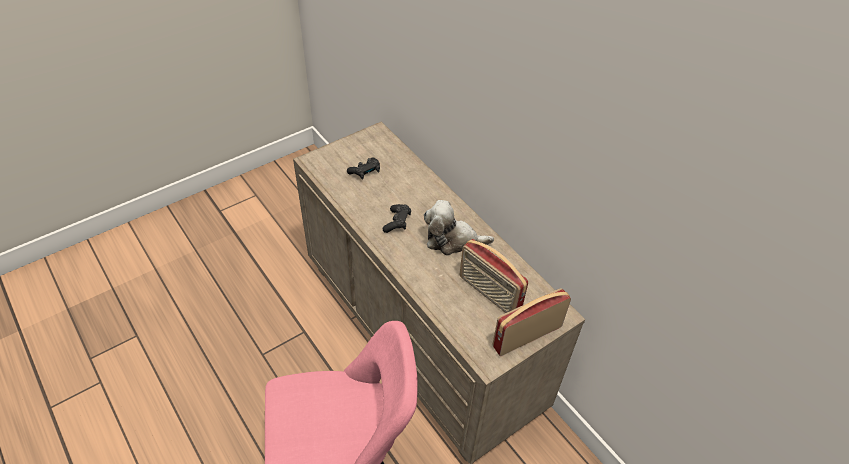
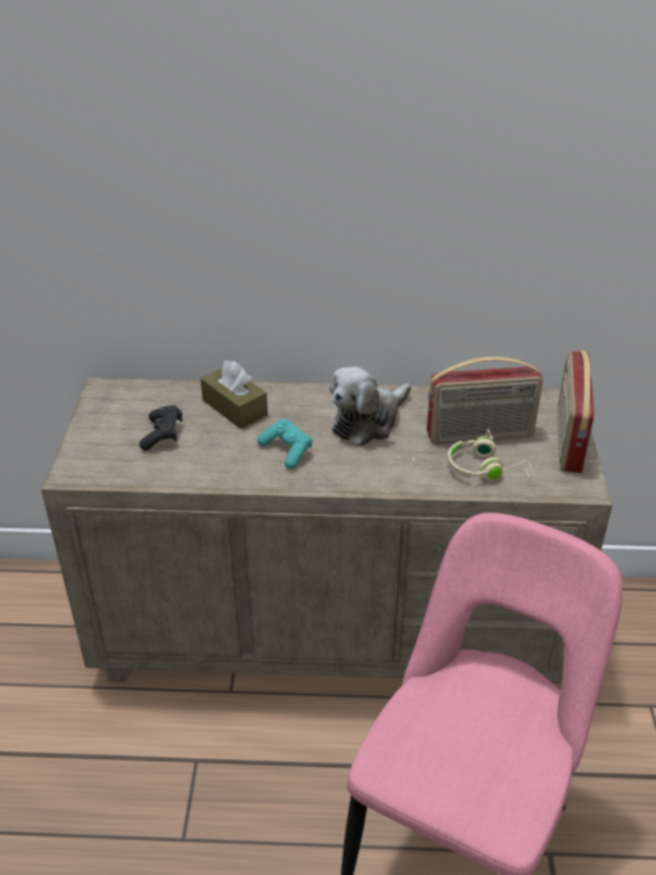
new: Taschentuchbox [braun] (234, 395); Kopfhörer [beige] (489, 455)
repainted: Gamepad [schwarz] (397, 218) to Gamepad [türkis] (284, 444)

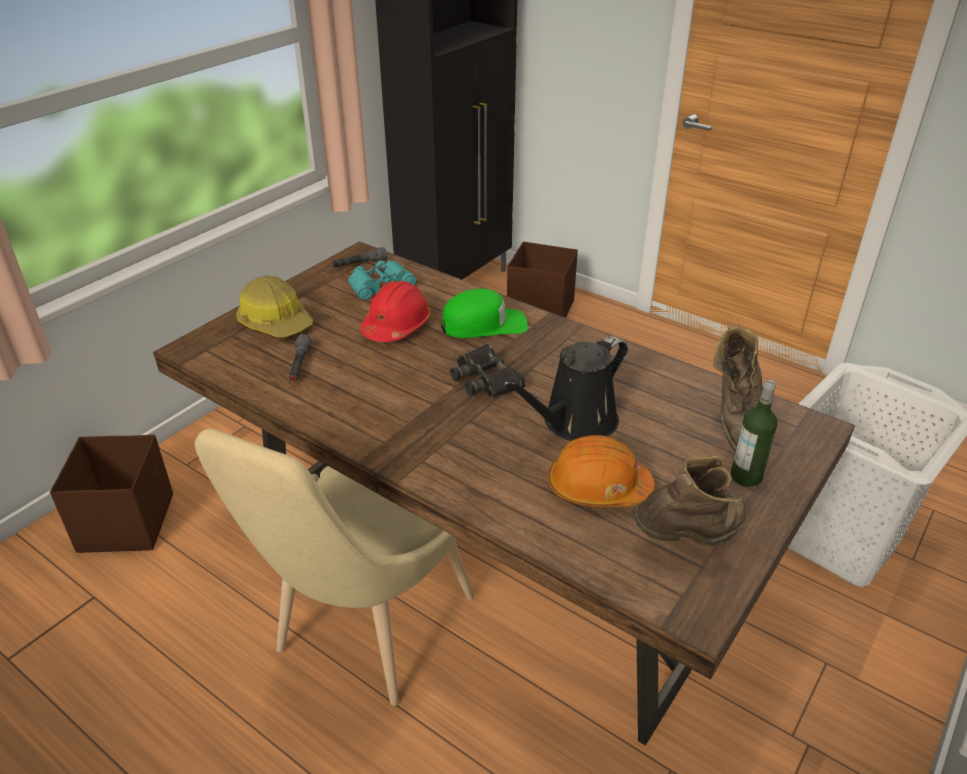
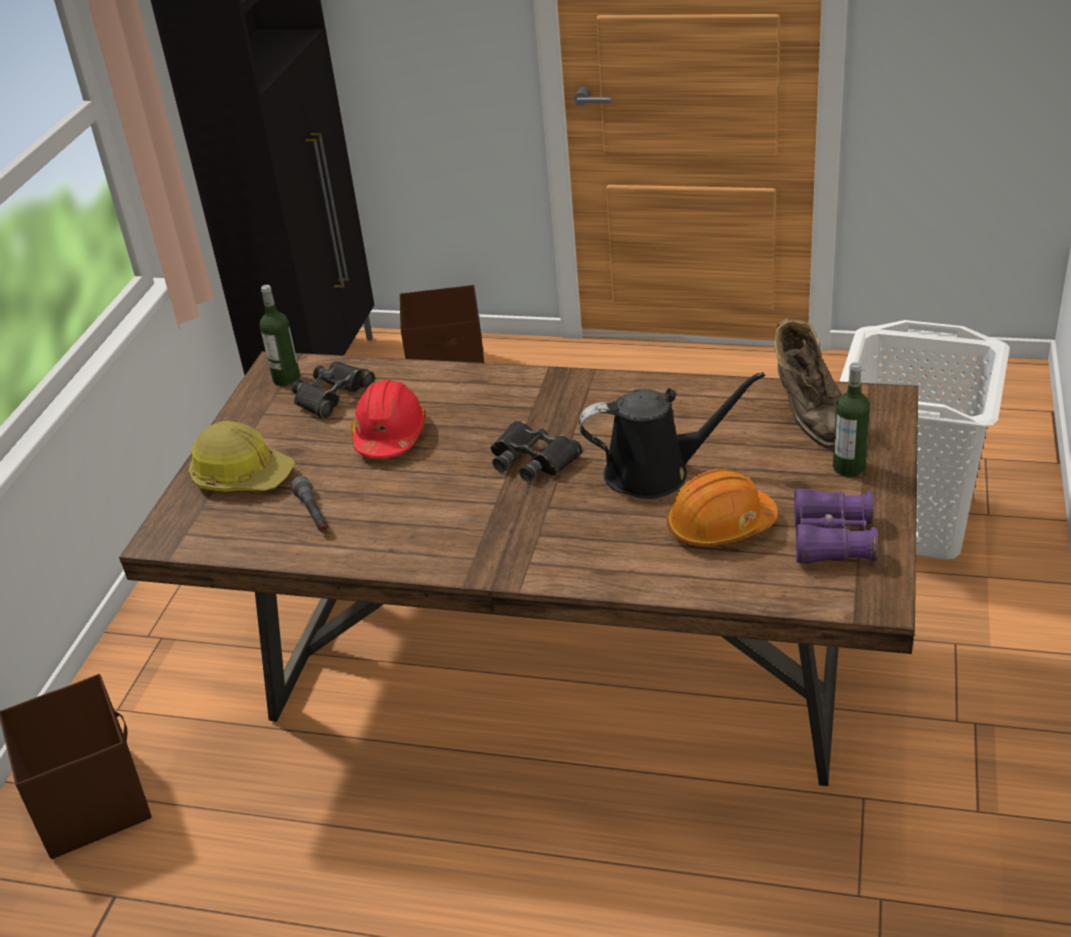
gone: Kappe [grün] (484, 313); Stuhl [beige] (334, 567)
swapped: Taschenlampe [grau] (359, 257) to Flasche (280, 335); Stiefel [braun] (689, 500) to Fernglas [lila] (836, 526)
repainted: Fernglas [türkis] (382, 280) to Fernglas [schwarz] (333, 390)
rotated: Gießkanne [schwarz] (565, 388) = (672, 435) 120 degrees counterclockwise

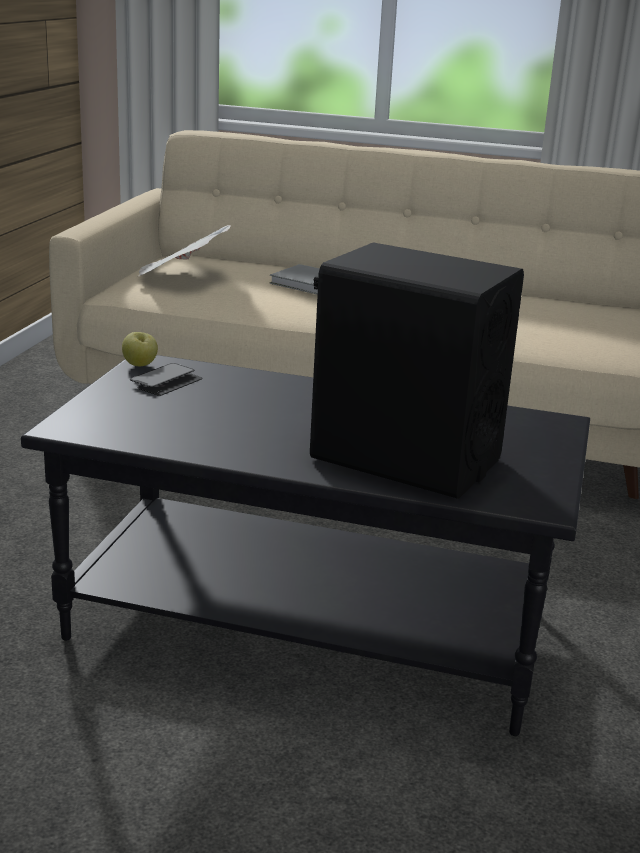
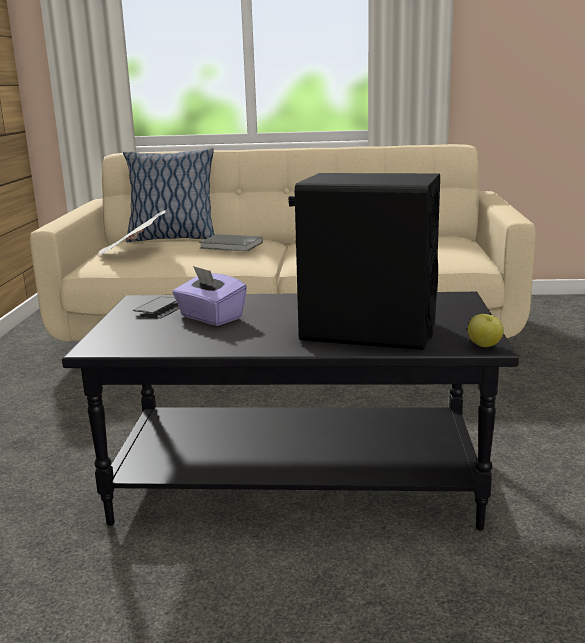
new: Kissen (169, 195); Taschentuchbox [lila] (210, 296)
shifted: Apfel (140, 349) to (486, 330)

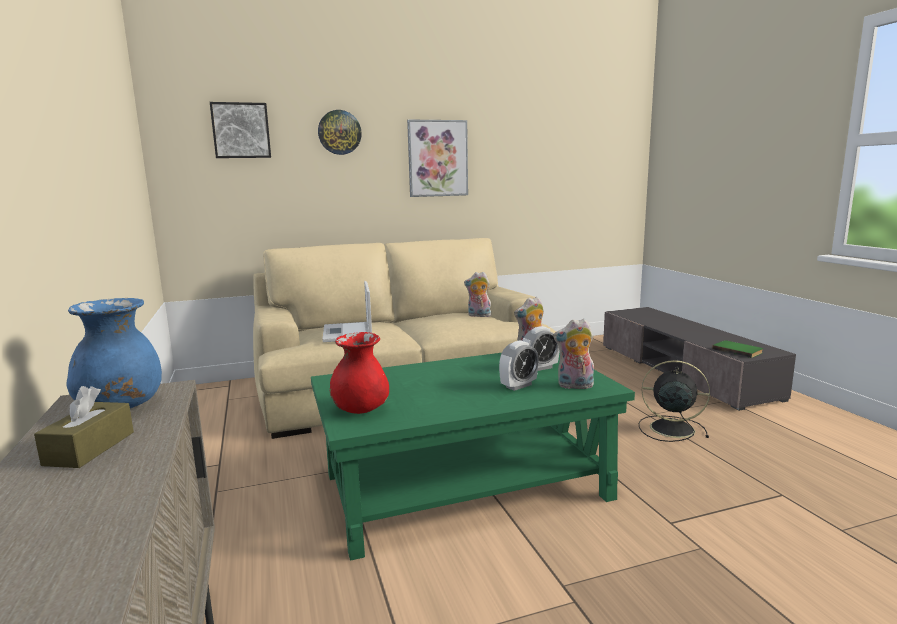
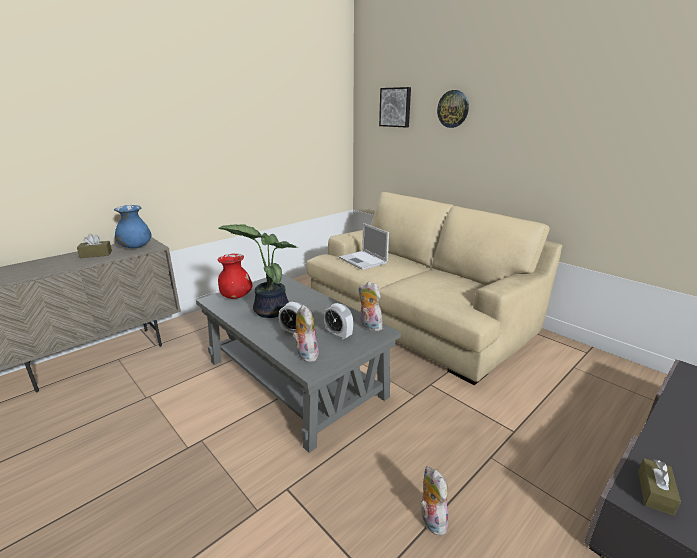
gone: Bild (437, 158); Ventilator [schwarz] (674, 401)
new: Topfpflanze (258, 271)
shifted: Plüschtier (477, 294) to (434, 500)
swapped: Buch [grün] (737, 349) to Taschentuchbox [braun] (659, 487)
repainted: Couchtisch [grün] (473, 456) to Couchtisch [grau] (298, 363)
rotated: Laptop (347, 311) = (364, 246) 90 degrees counterclockwise

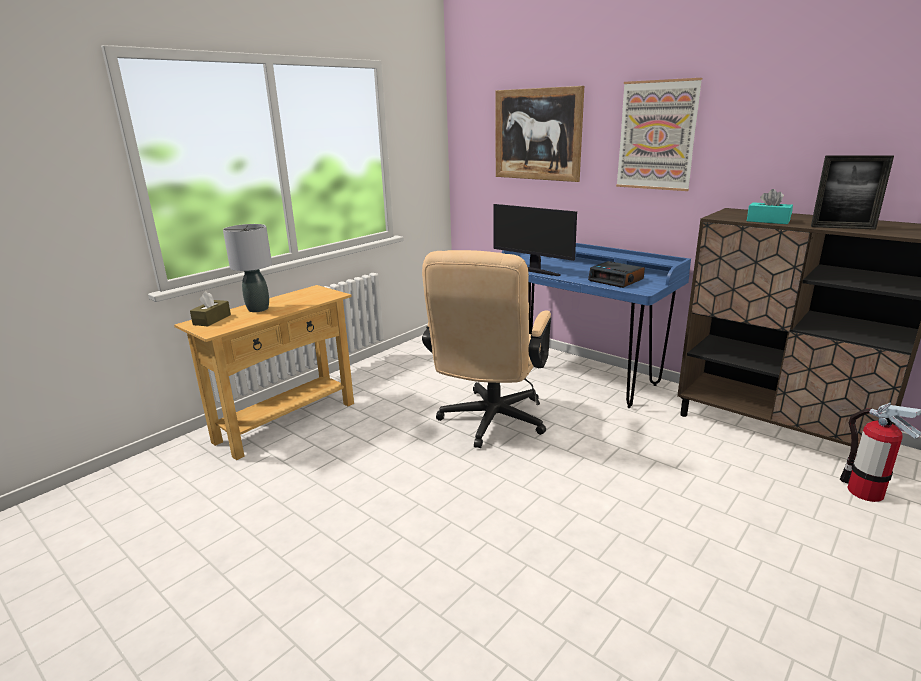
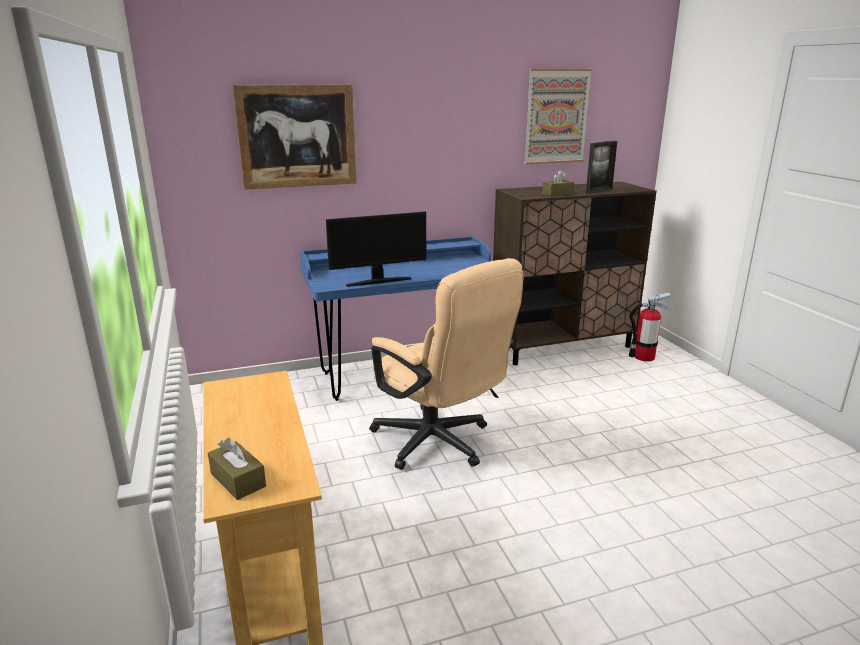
gone: Tischlampe [grau] (247, 268); Wecker (616, 274)
shifted: Bild (659, 134) to (558, 116)
repainted: Taschentuchbox [türkis] (770, 206) to Taschentuchbox [braun] (558, 183)

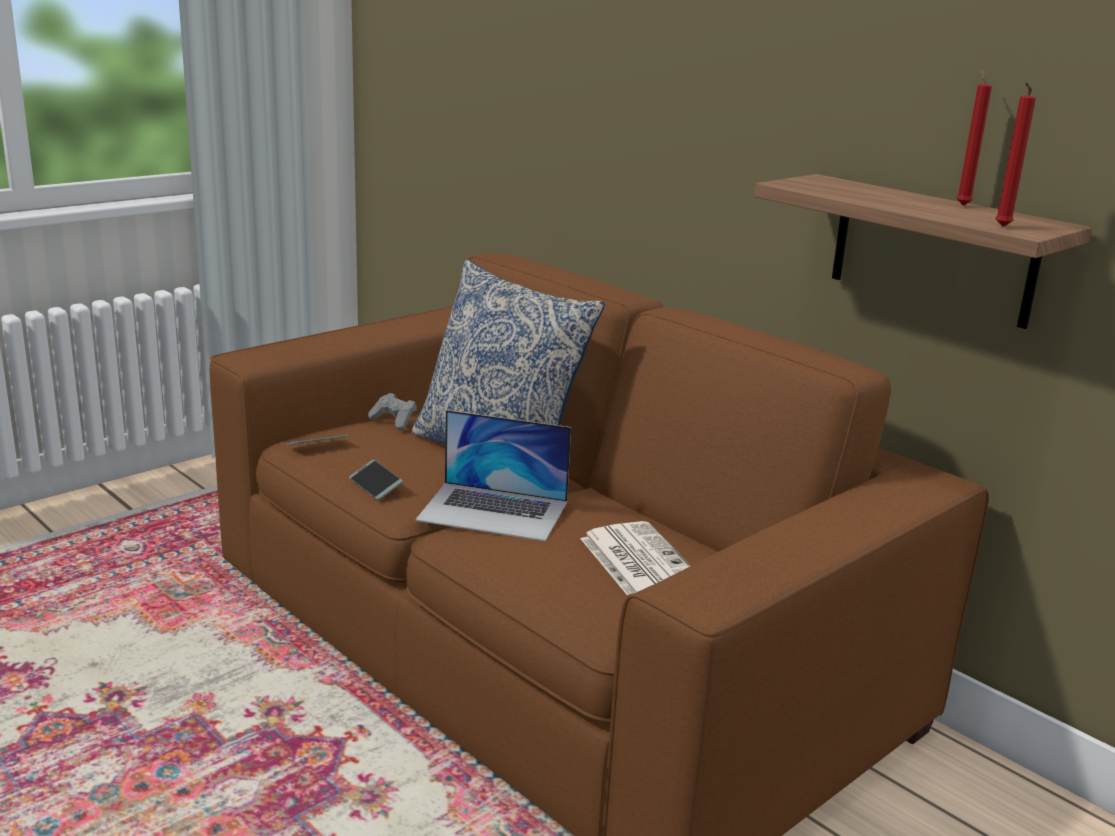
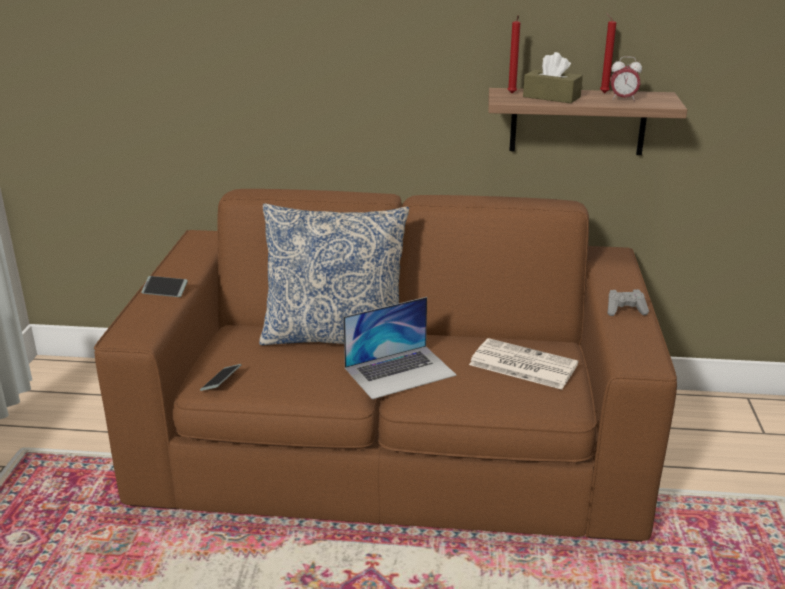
new: Taschentuchbox [braun] (553, 77); Wecker (626, 78)
shifted: Kerze [rot] (1015, 154) to (514, 54); Gamepad [grau] (392, 411) to (628, 302); Handy (376, 480) to (164, 286)

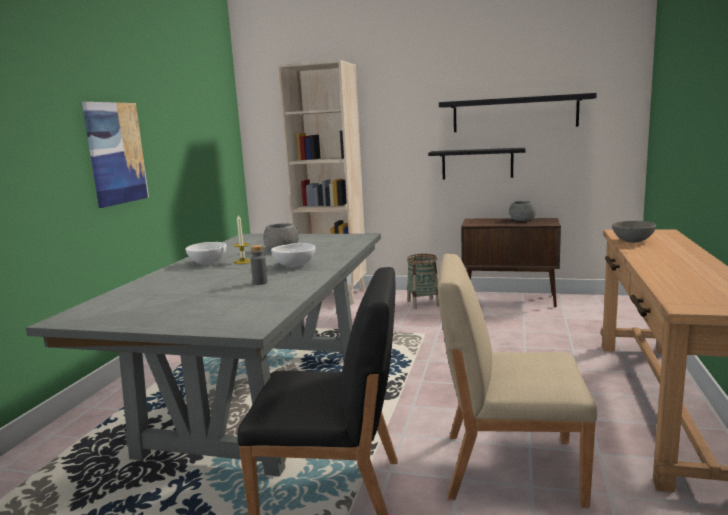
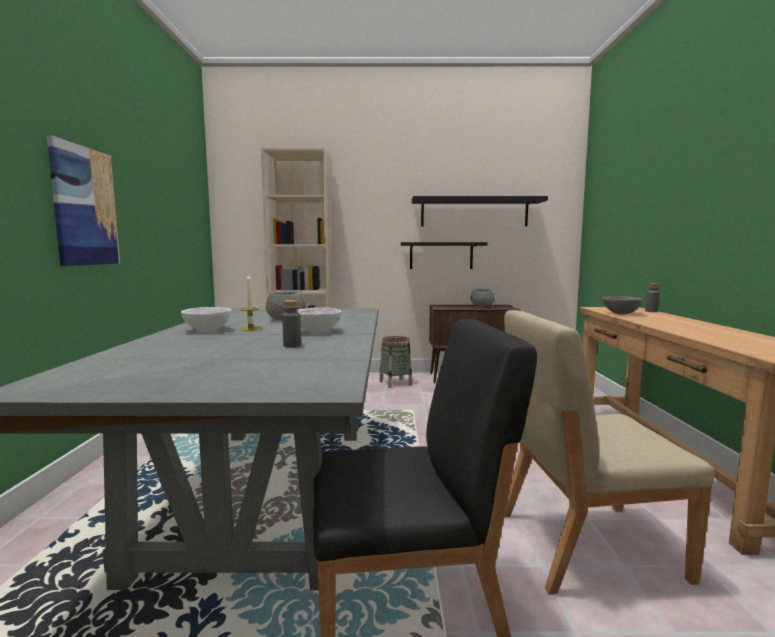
new: Flasche [grau] (652, 297)

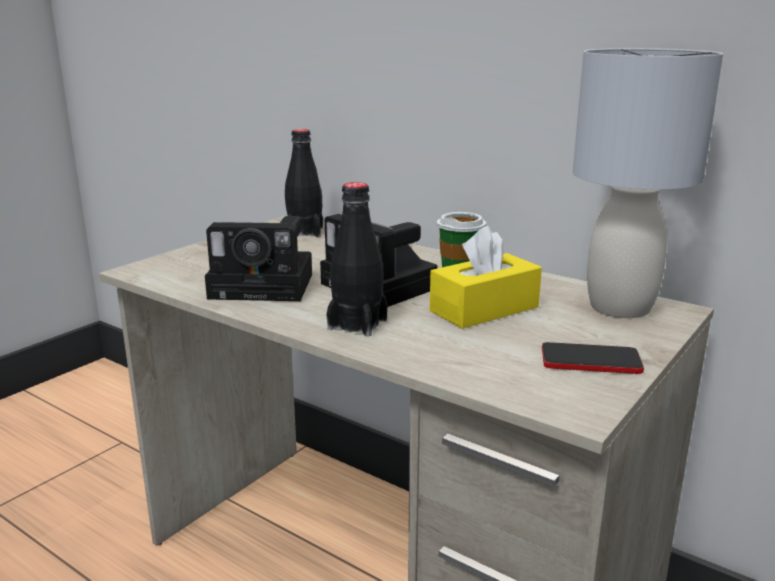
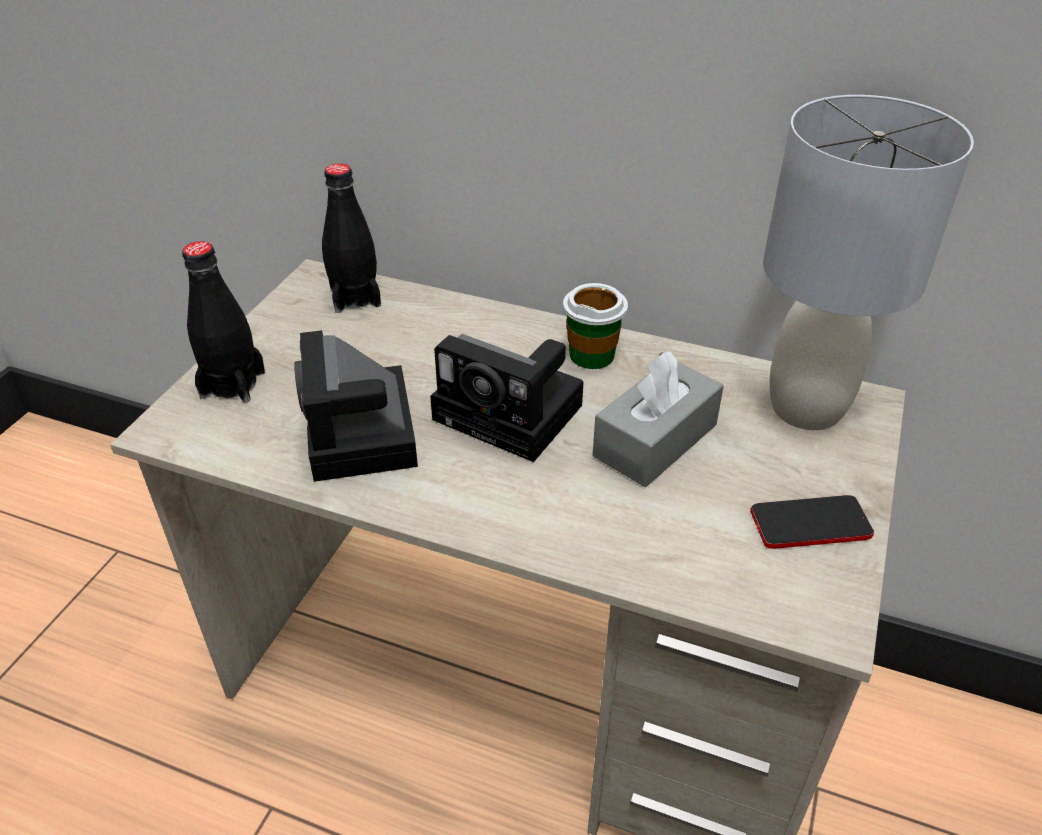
shifted: Flasche [schwarz] (356, 259) to (223, 321)
repainted: Taschentuchbox [gelb] (486, 277) to Taschentuchbox [grau] (658, 419)
rotated: Kamera (258, 258) = (356, 406) 90 degrees clockwise

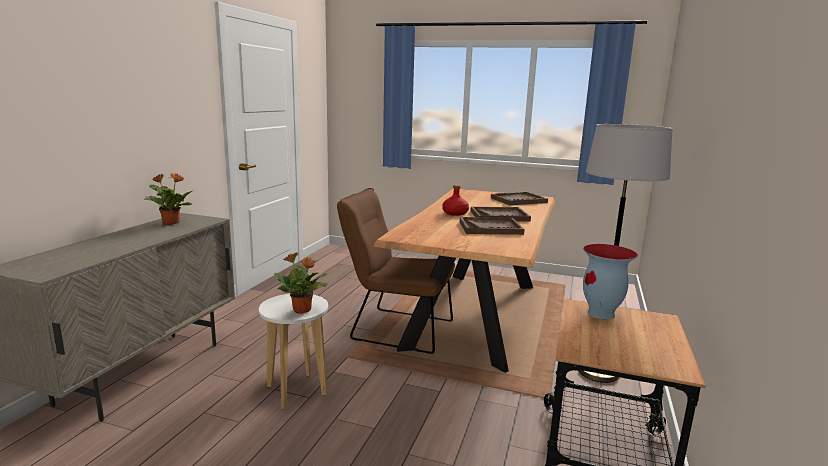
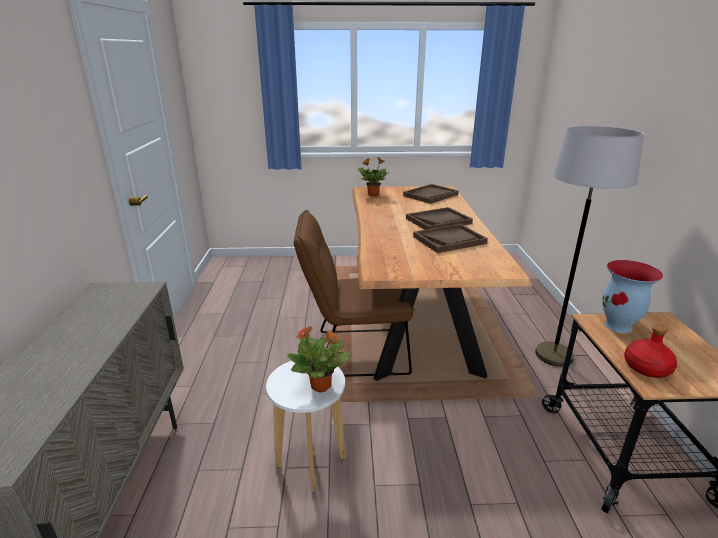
shifted: Topfpflanze (169, 199) to (374, 176); Flasche [rot] (455, 200) to (650, 351)

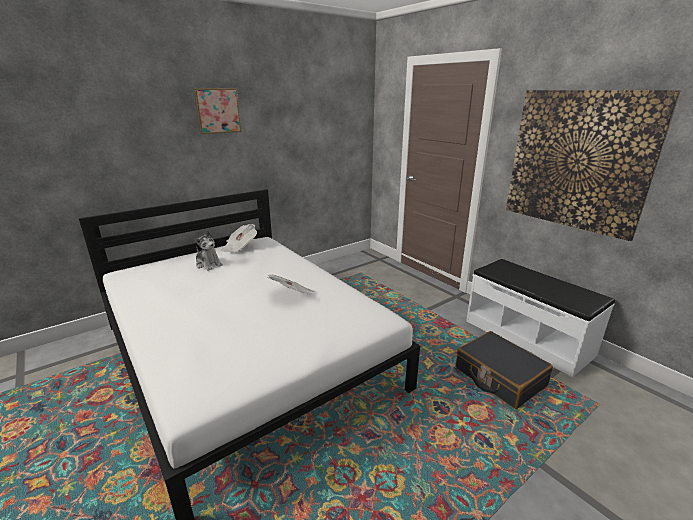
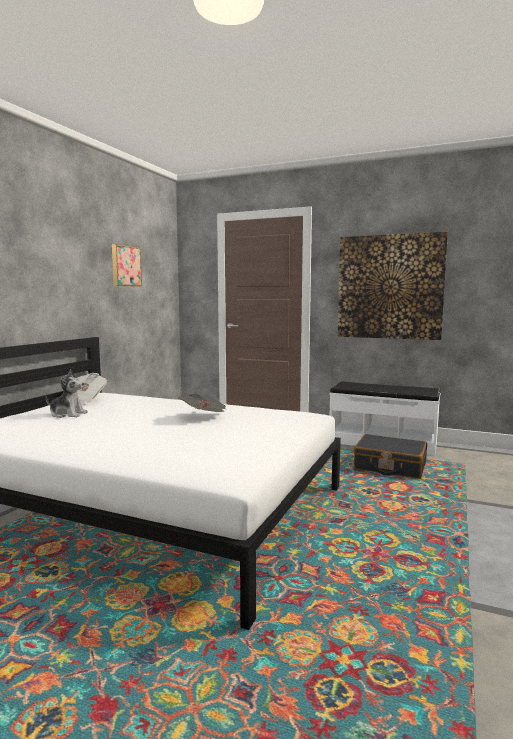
shifted: Bild (217, 111) to (127, 265)

